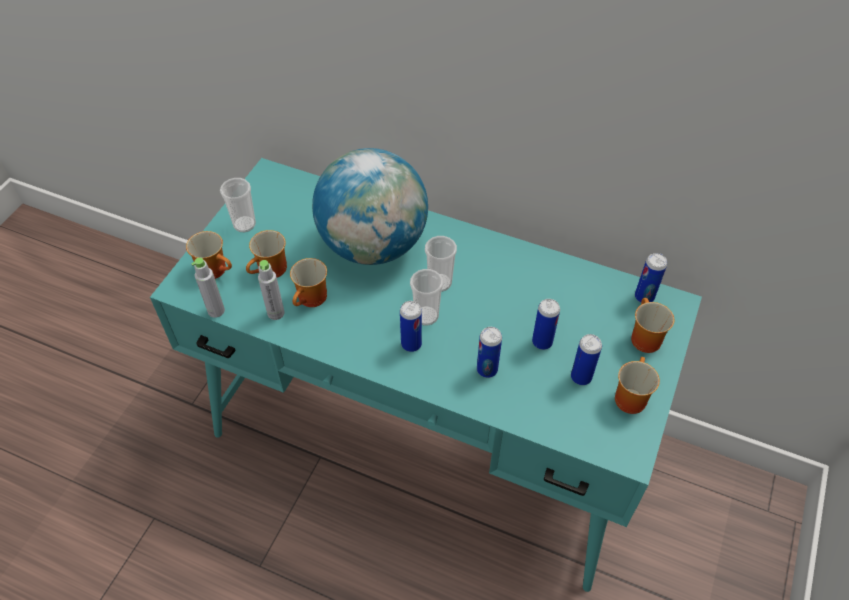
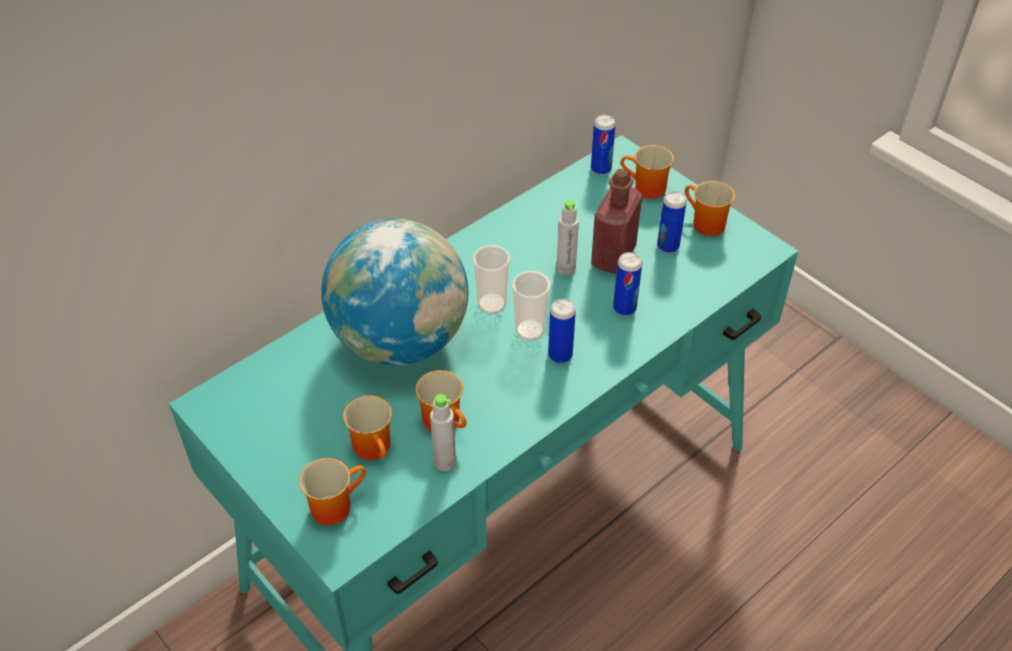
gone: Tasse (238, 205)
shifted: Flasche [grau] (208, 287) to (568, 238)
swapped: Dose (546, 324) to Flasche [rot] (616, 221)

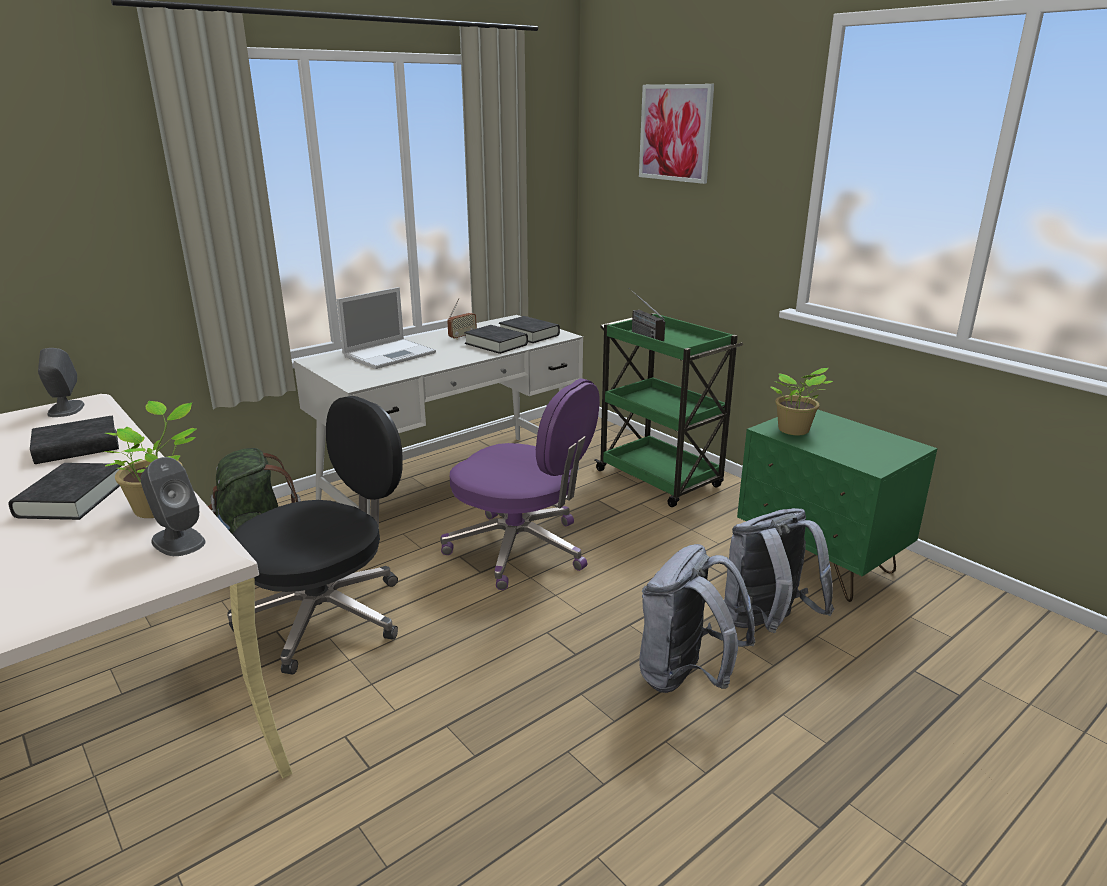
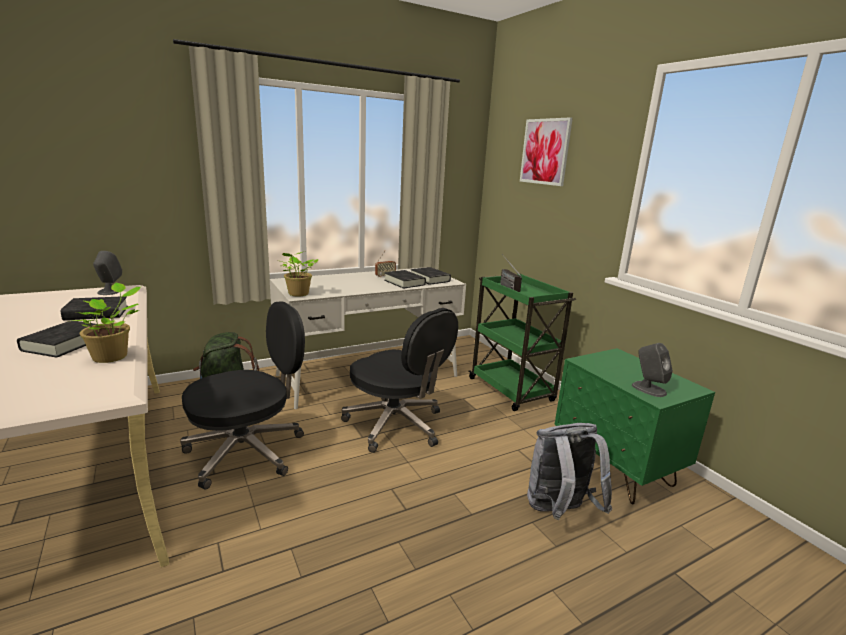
gone: Laptop (386, 328); Rucksack [grau] (697, 618)
shifted: Topfpflanze (802, 402) to (297, 274); Lautsprecher [grau] (173, 506) to (652, 370)
repainted: Bürostuhl [lila] (520, 484) to Bürostuhl [schwarz] (399, 380)

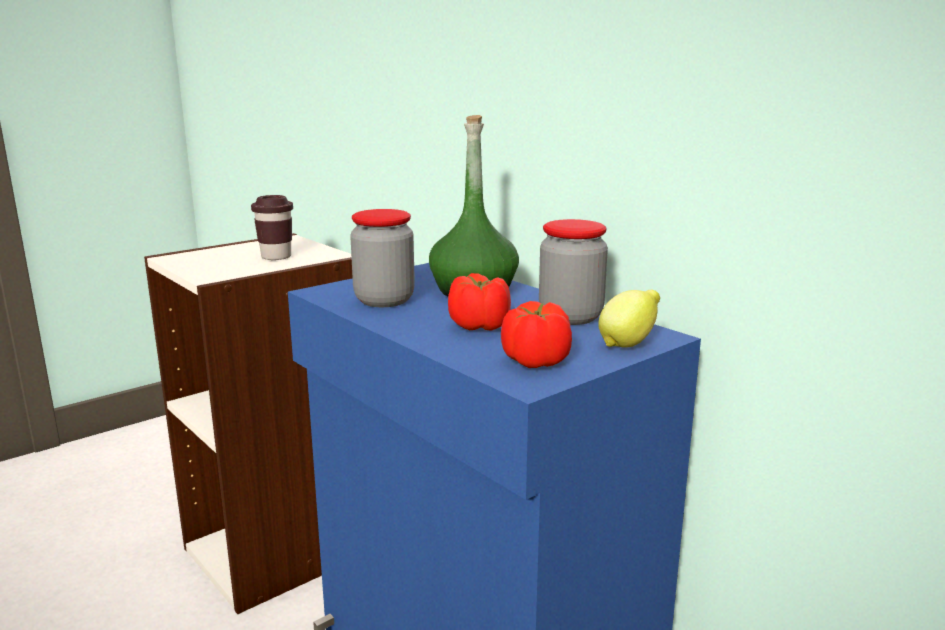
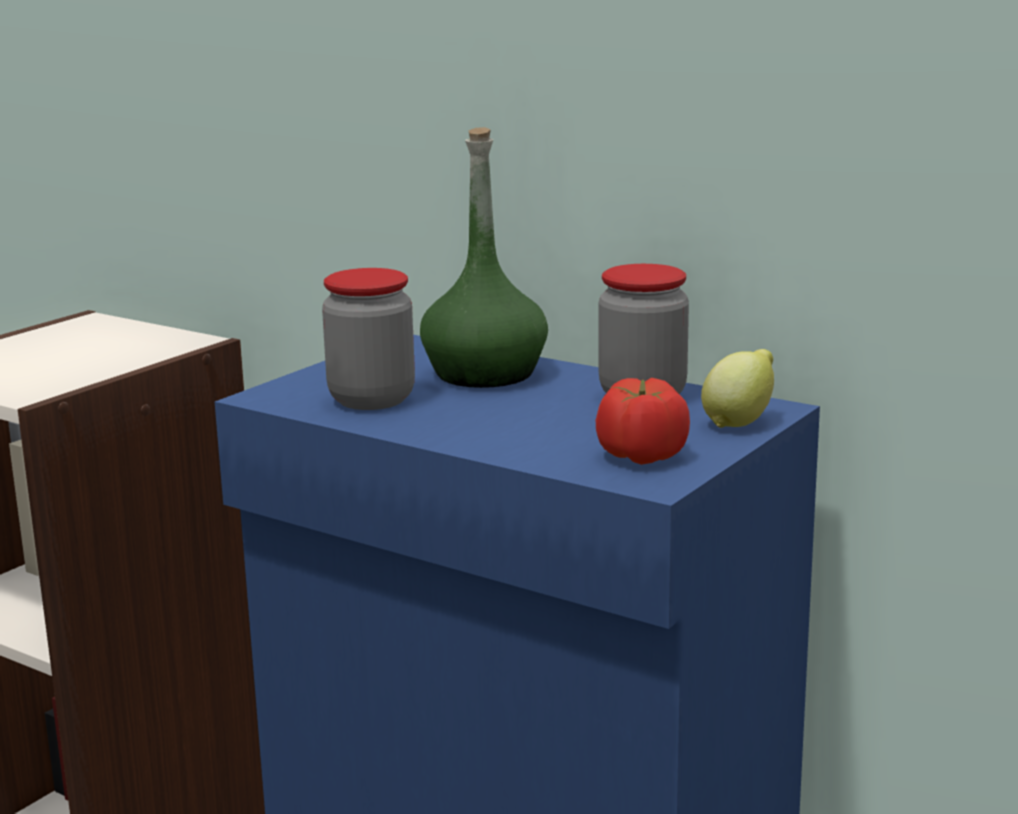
gone: Tasse [braun] (272, 227); Tomate (479, 302)

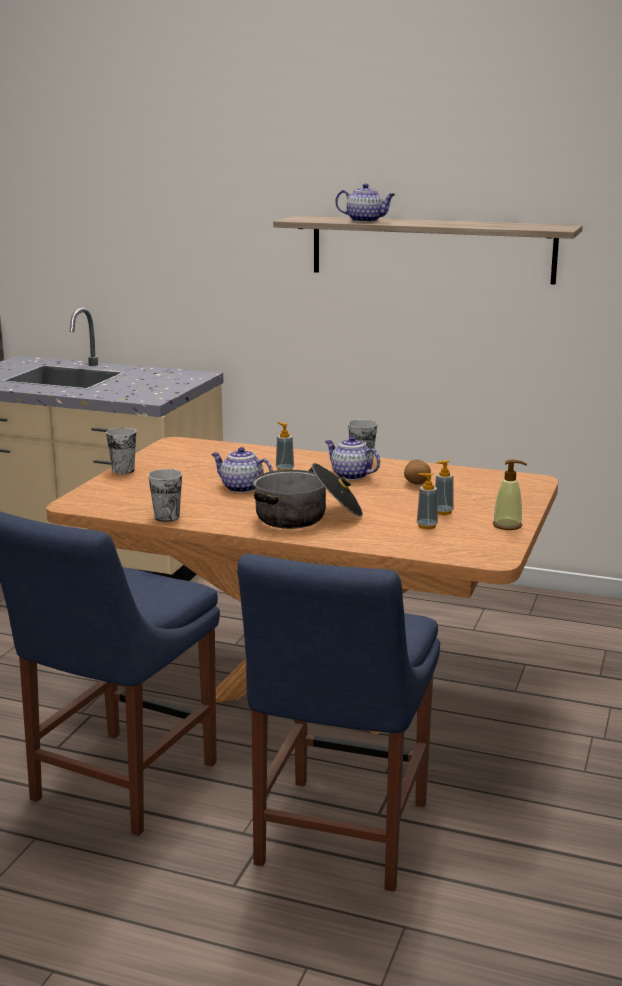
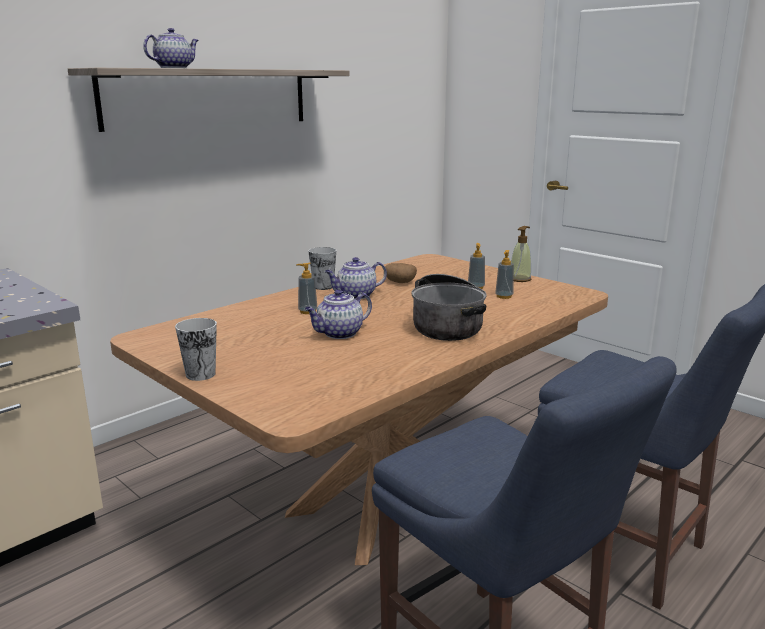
gone: Tasse (165, 495)

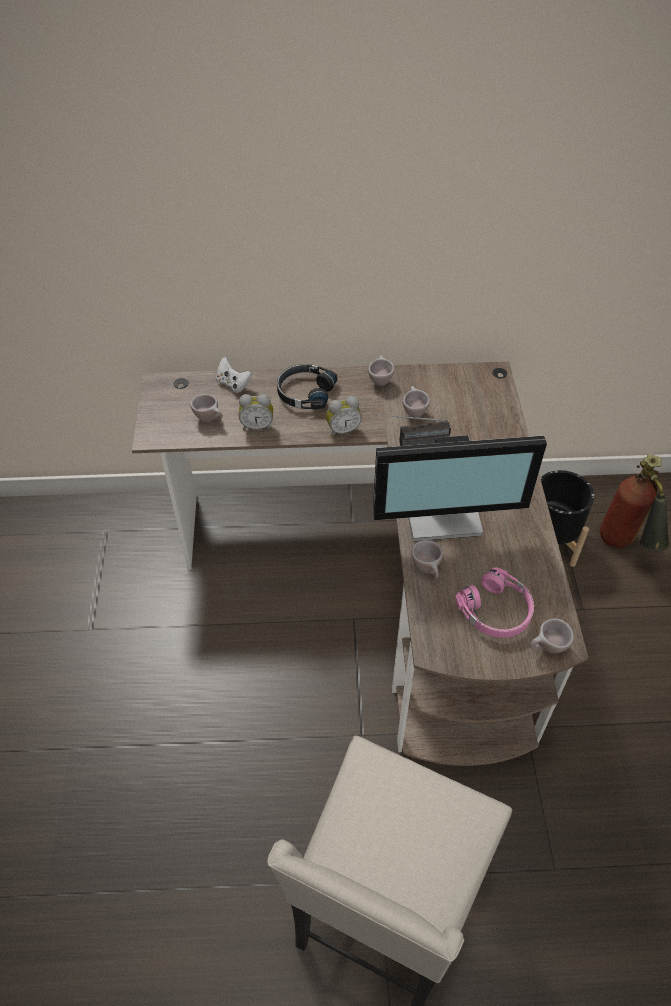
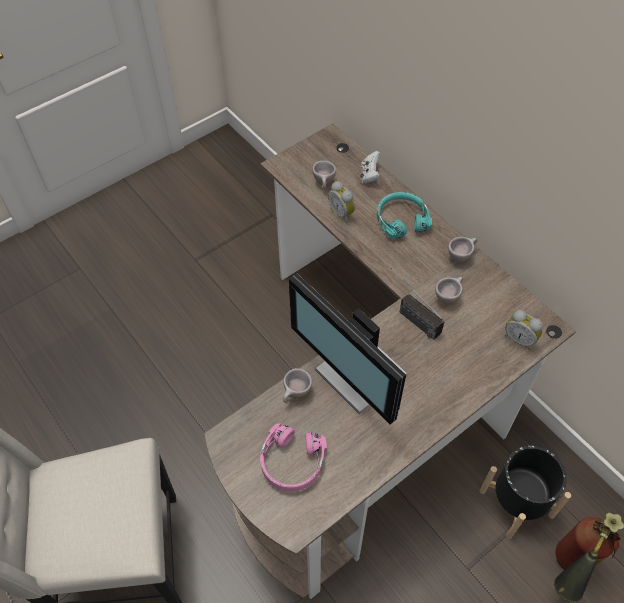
gone: Tasse [beige] (552, 635)
shifted: Wecker (344, 416) to (524, 330)
repainted: Kopfhörer [schwarz] (307, 387) to Kopfhörer [türkis] (404, 215)

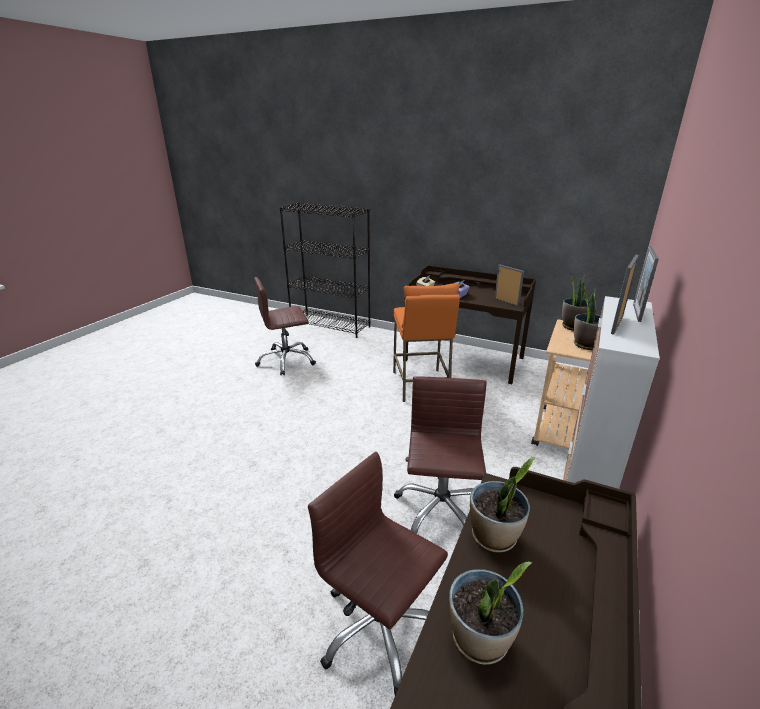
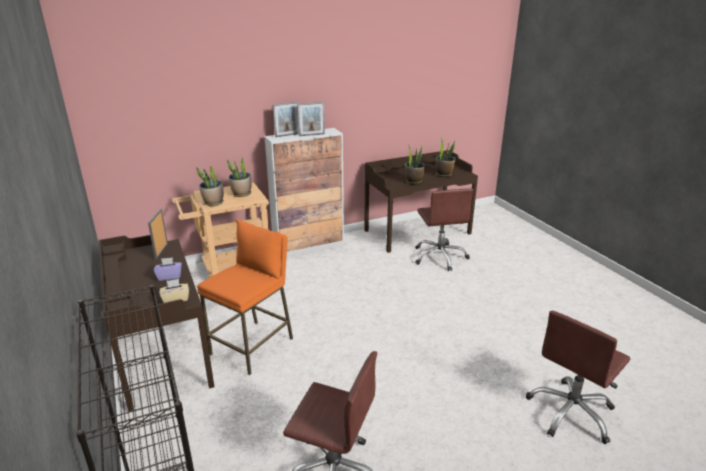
shifted: Bürostuhl [braun] (440, 455) to (578, 377)

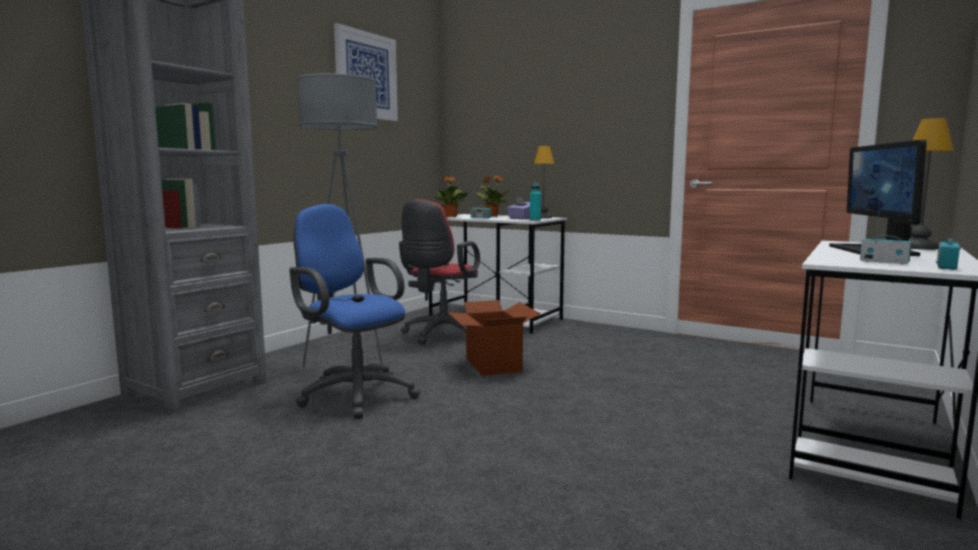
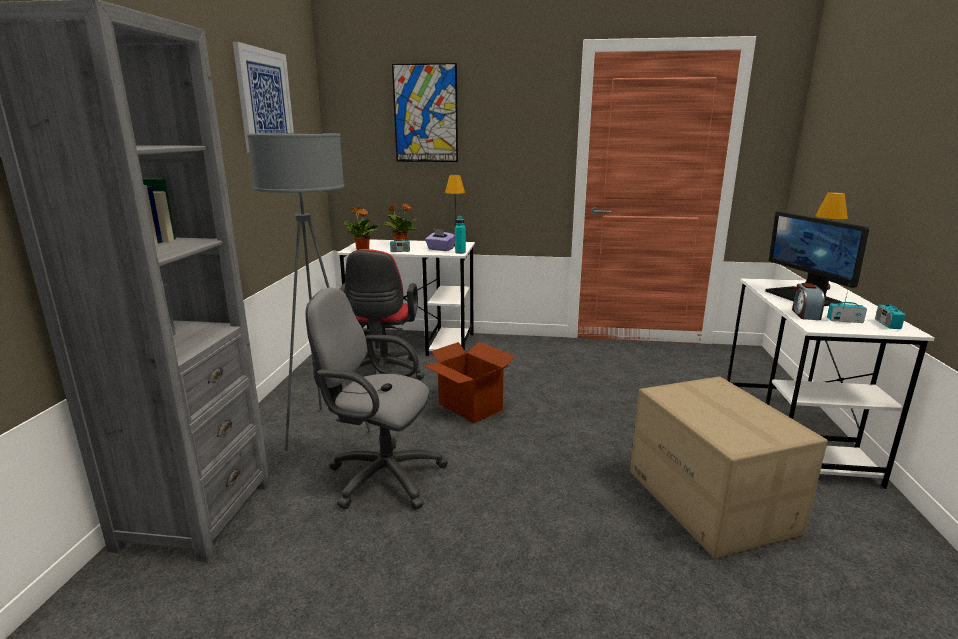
new: Bild (425, 112); Wecker (808, 301); Karton (729, 467)
repainted: Bürostuhl [blau] (354, 311) to Bürostuhl [grau] (377, 398)

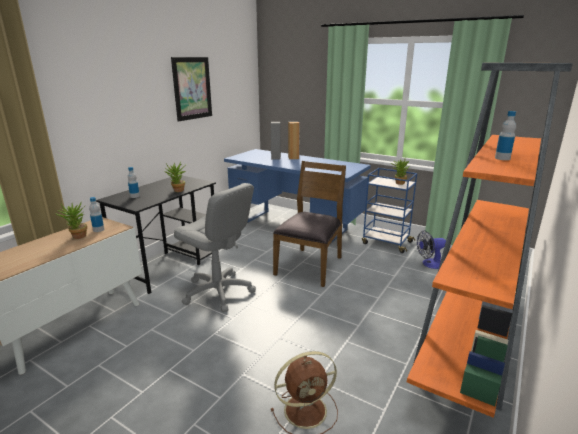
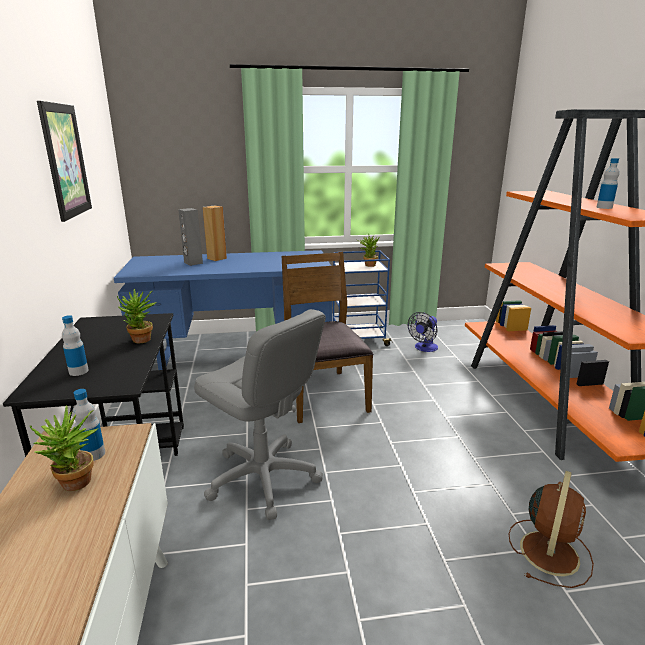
rotated: Bürostuhl [grau] (215, 247) = (260, 414) 45 degrees clockwise

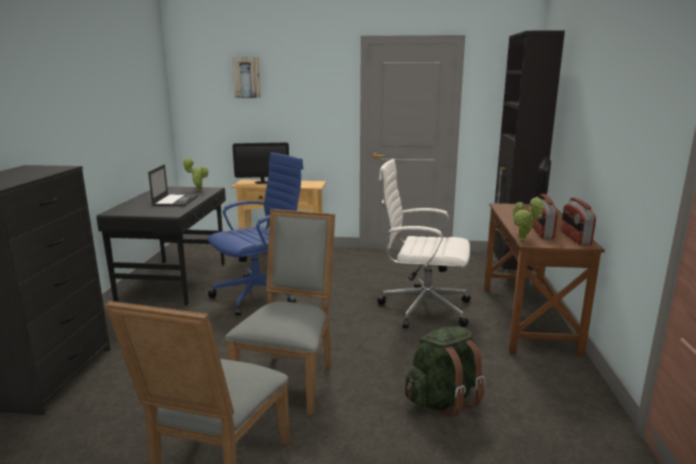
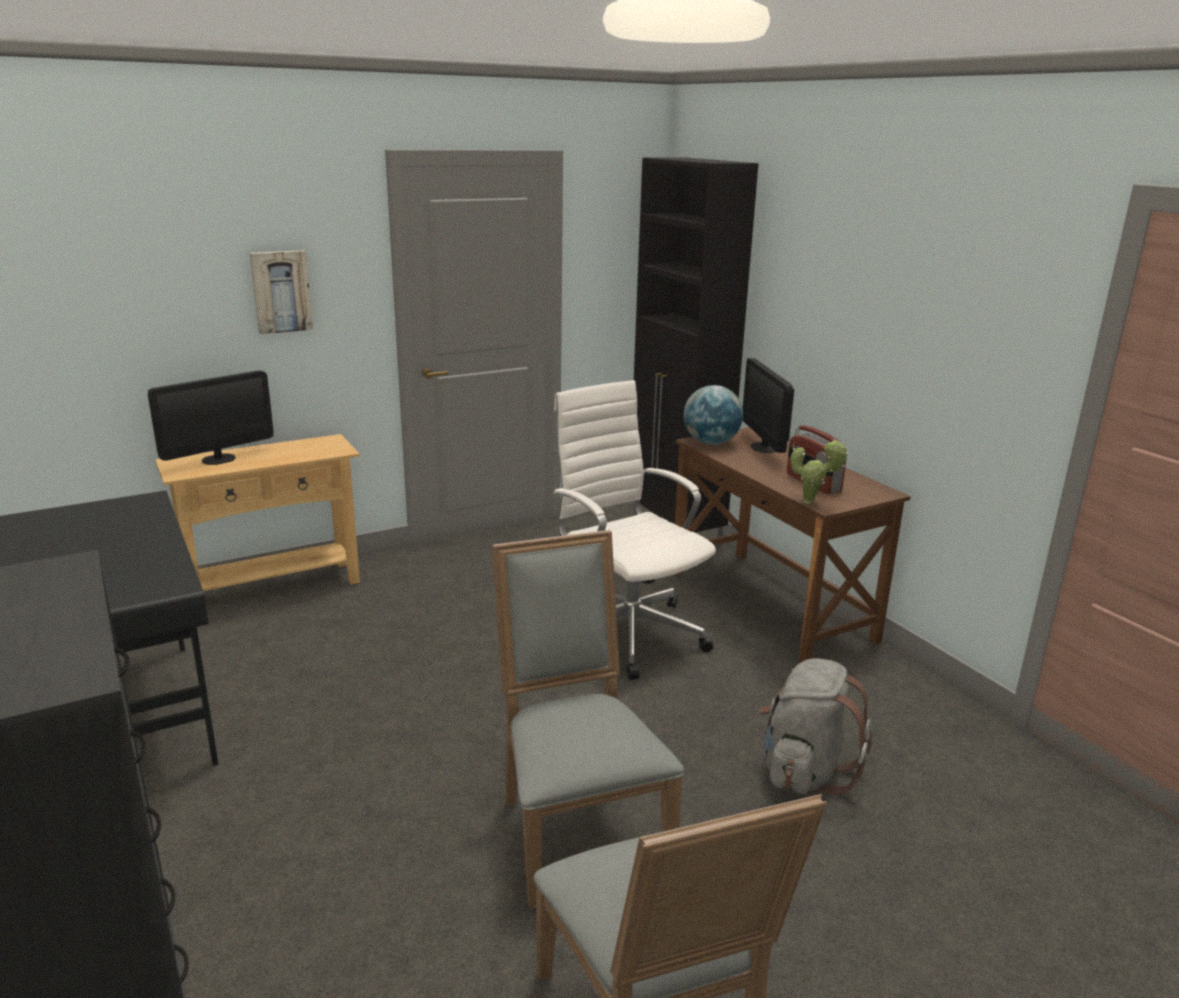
gone: Bürostuhl [blau] (256, 234); Topfpflanze (195, 174); Laptop (173, 185); Radio (578, 221)
new: Globus (713, 414)
shifted: Bild (246, 77) to (281, 292)
repainted: Rucksack [grün] (445, 372) to Rucksack [grau] (816, 727)
rotated: Bürostuhl [weiß] (424, 243) = (634, 530) 75 degrees clockwise

